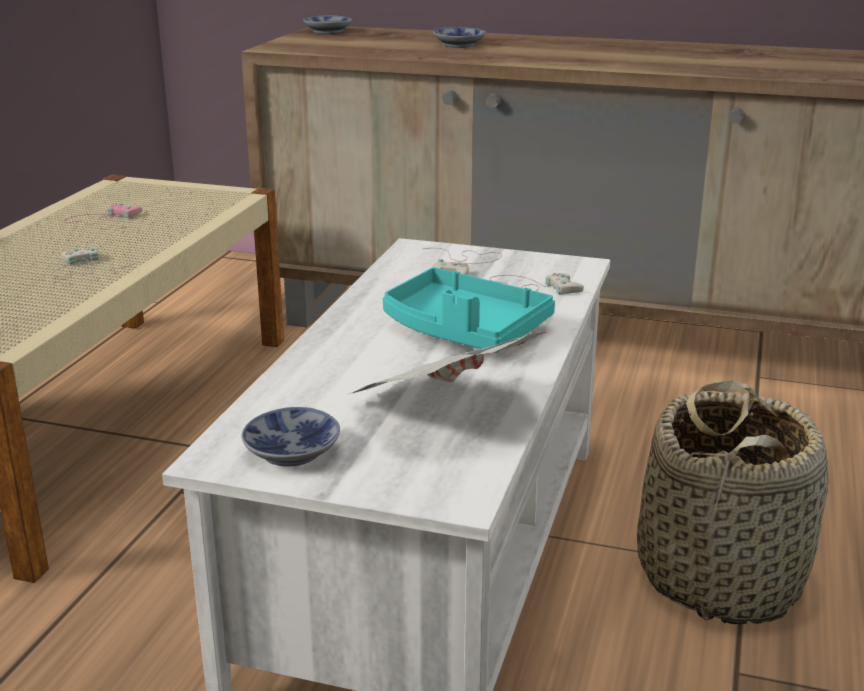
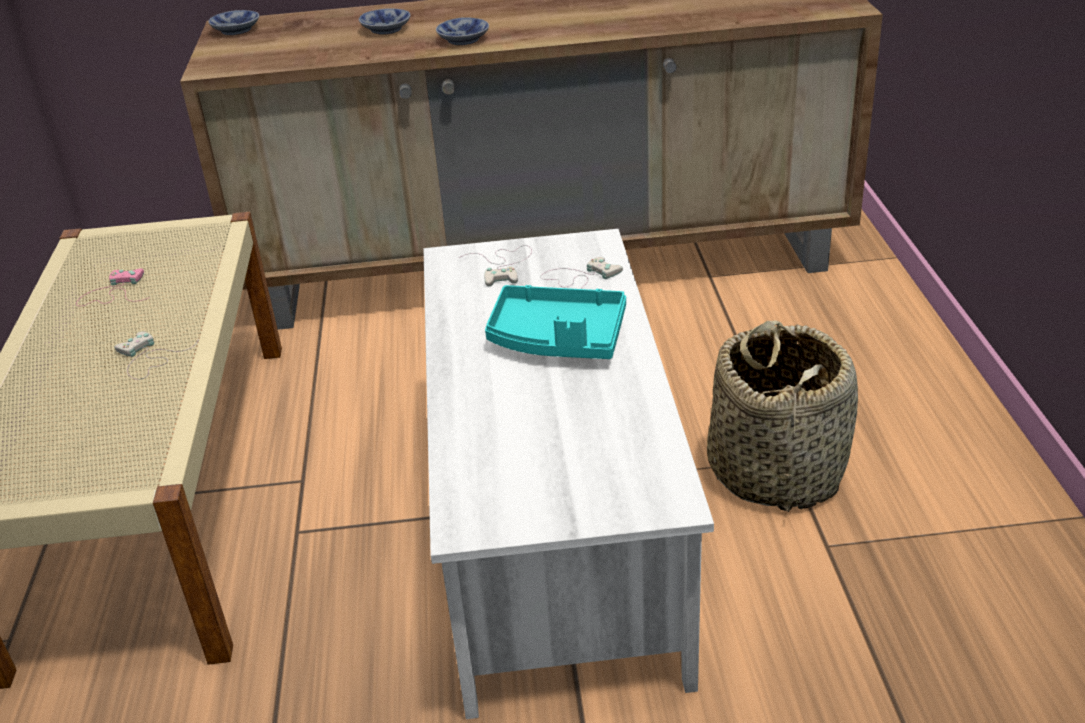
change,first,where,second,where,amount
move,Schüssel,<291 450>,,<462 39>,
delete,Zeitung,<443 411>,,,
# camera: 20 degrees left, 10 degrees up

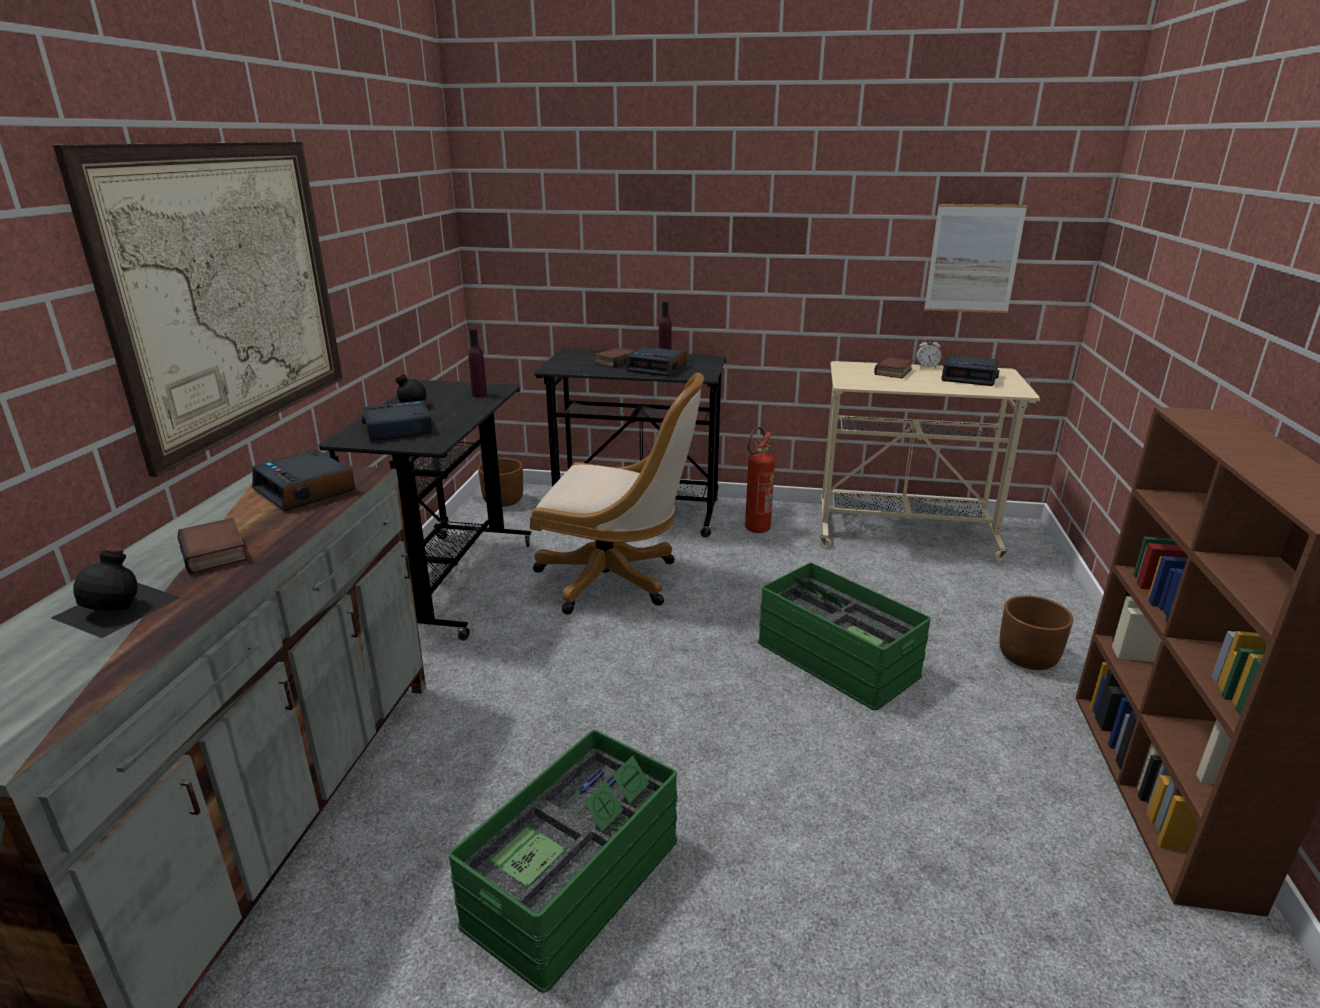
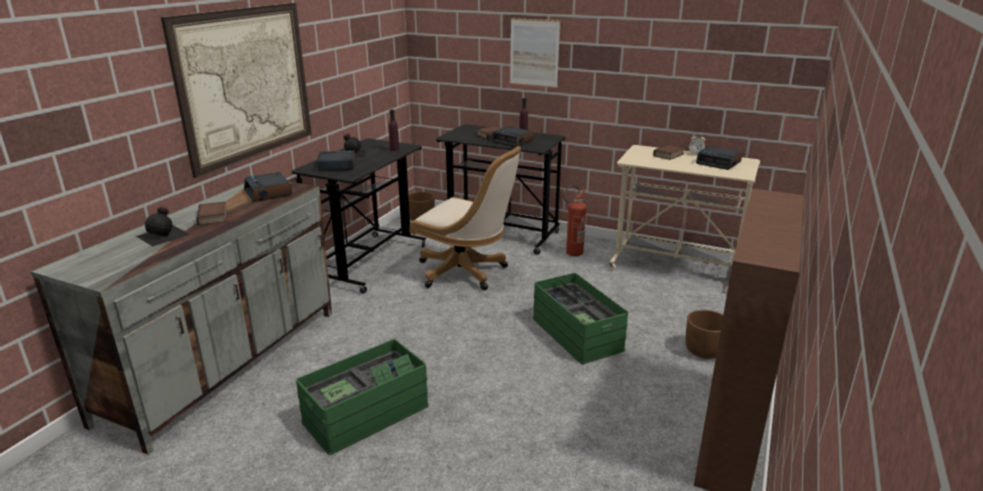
change,first,where,second,where,amount
move,Bild,<973 259>,,<534 53>,
# camera: 15 degrees right, 0 degrees up

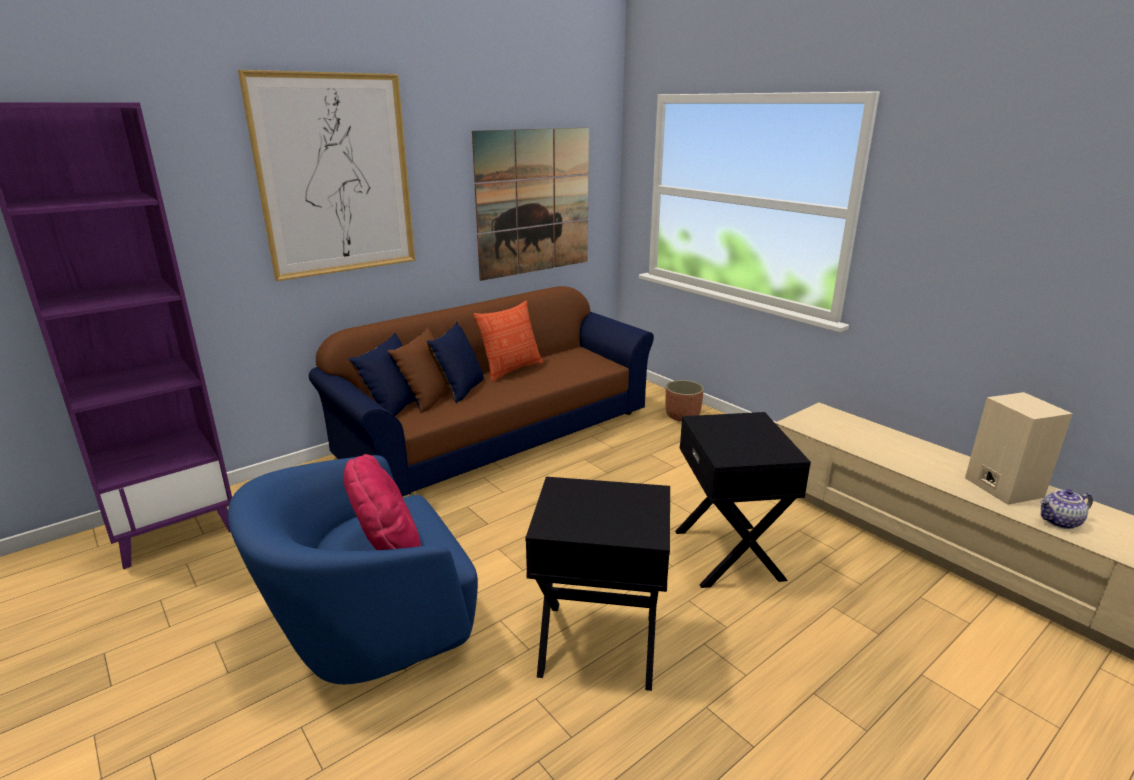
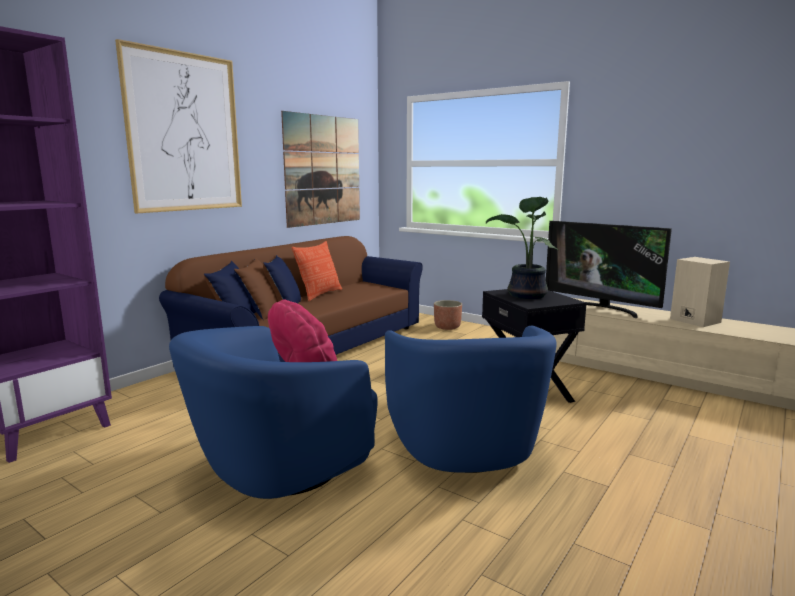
change,first,where,second,where,amount
replace,Beistelltisch [schwarz],<598 645>,Sessel [blau],<466 451>,
insert,,,Topfpflanze,<525 295>,
insert,,,Fernseher,<601 308>,
delete,Teekanne,<1060 522>,,,
# camera: 15 degrees left, 10 degrees down

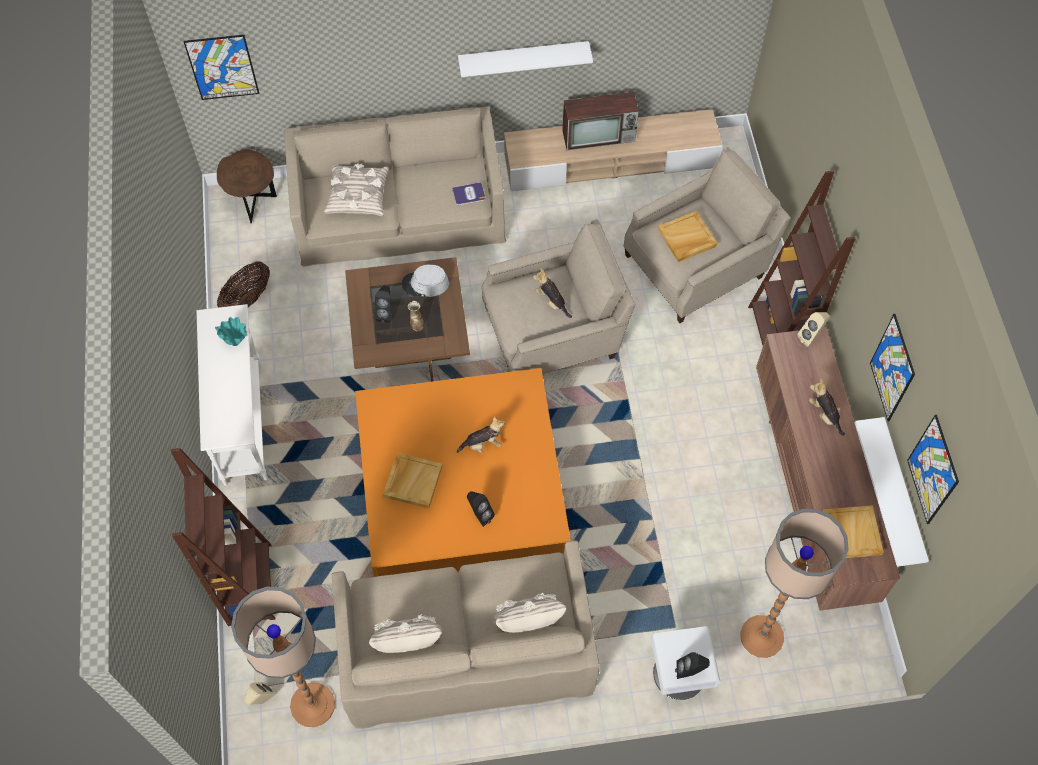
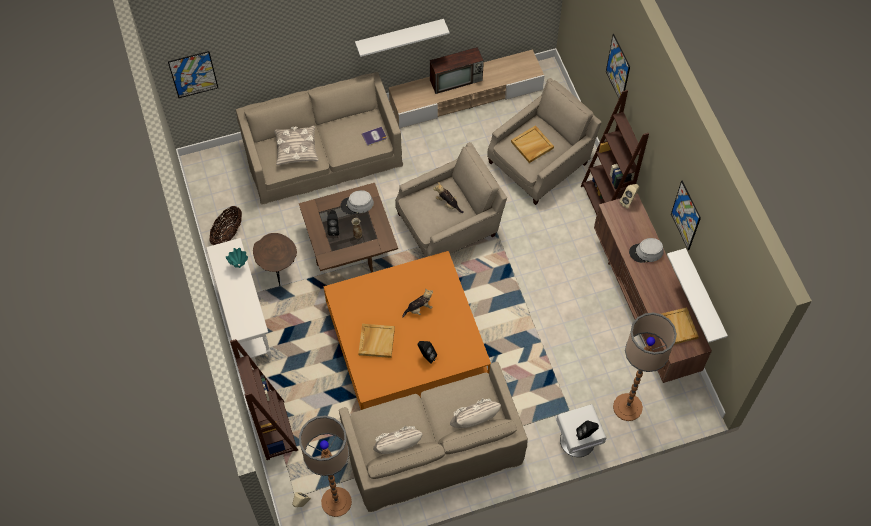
change,first,where,second,where,amount
move,Beistelltisch [braun],<254 206>,,<279 272>,
move,Bild,<932 470>,,<618 69>,
replace,Plüschtier,<824 414>,Hut [grau],<646 252>,
# camera: 10 degrees left, 0 degrees up

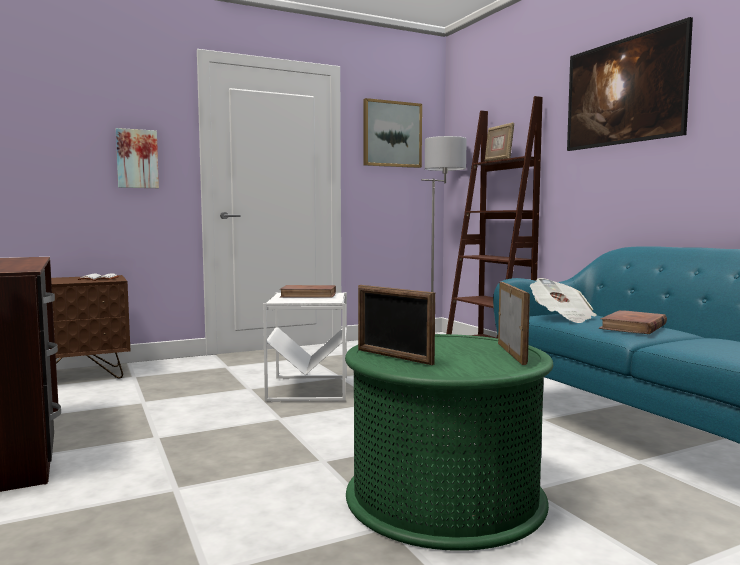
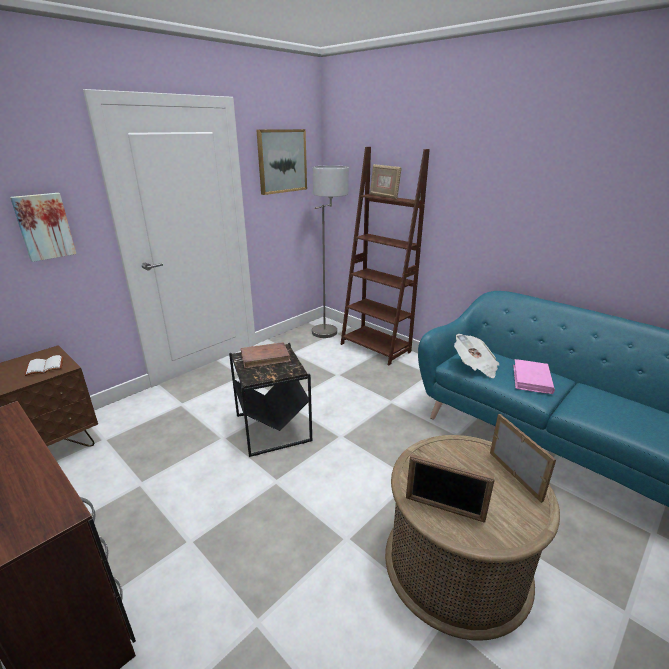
change,first,where,second,where,amount
recolor,Beistelltisch [weiß],<309 389>,Beistelltisch [schwarz],<273 427>,
recolor,Couchtisch [grün],<445 497>,Couchtisch [braun],<457 564>,
recolor,Buch [braun],<633 327>,Buch [rosa],<532 379>,
delete,Bild,<622 118>,,,
# camera: 20 degrees left, 20 degrees up

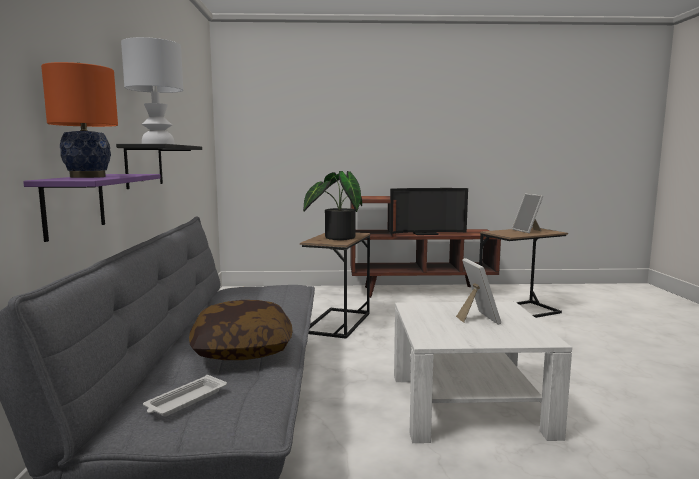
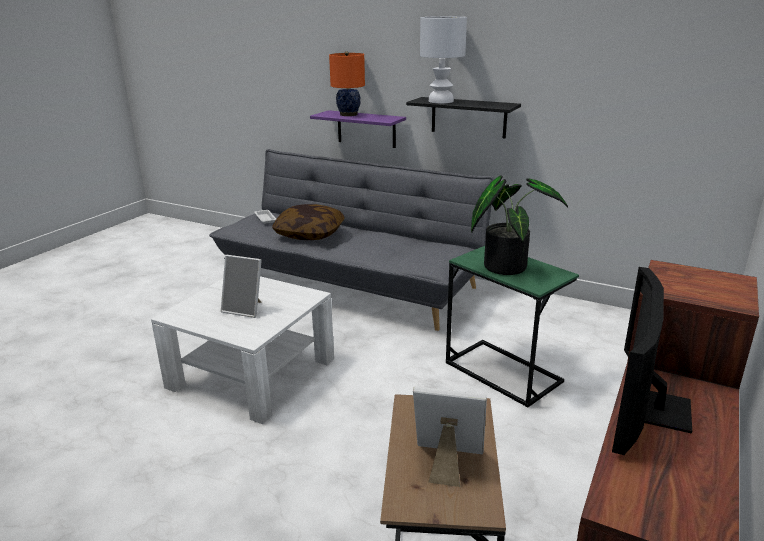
change,first,where,second,where,amount
recolor,Beistelltisch [braun],<337 323>,Beistelltisch [grün],<502 372>,
# camera: 120 degrees right, 15 degrees up

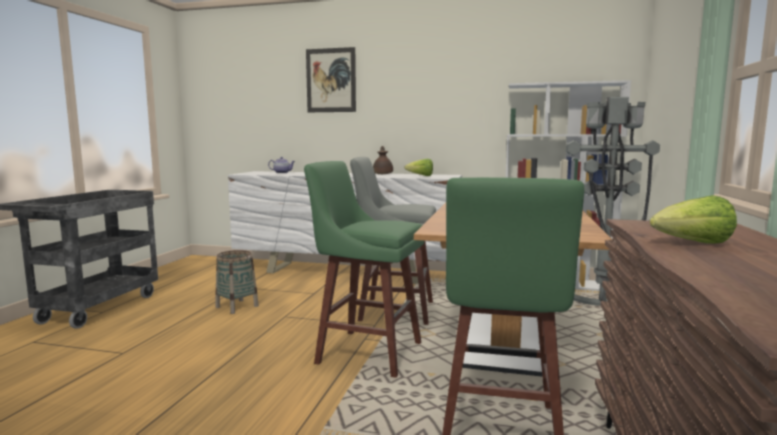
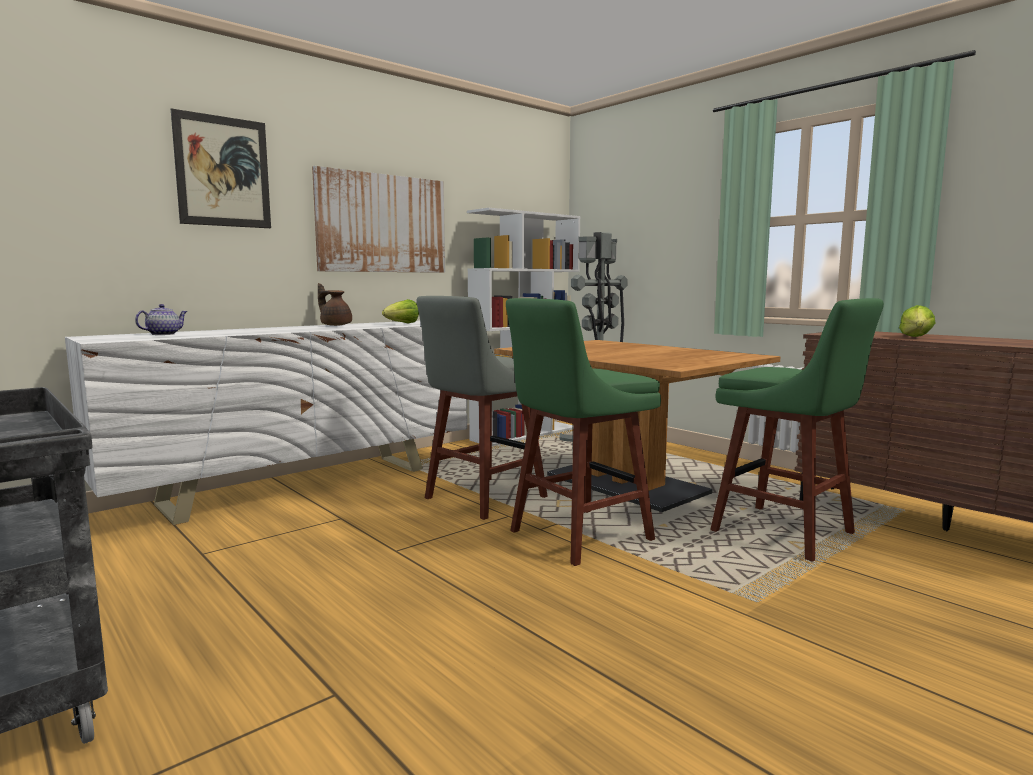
change,first,where,second,where,amount
insert,,,Bild,<382 223>,
delete,Korb,<237 306>,,,
# camera: 55 degrees left, 0 degrees up

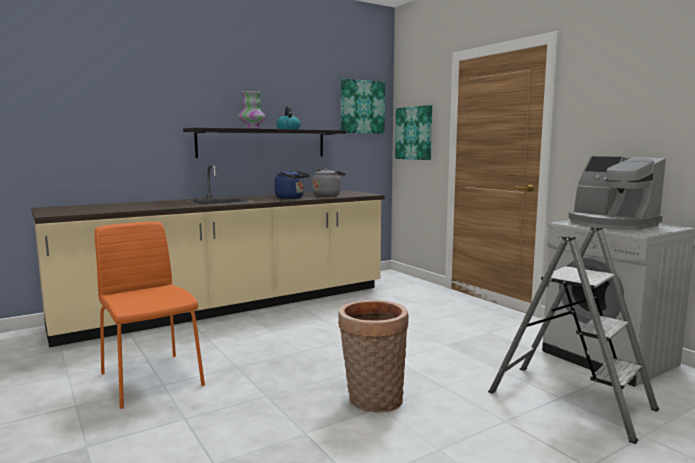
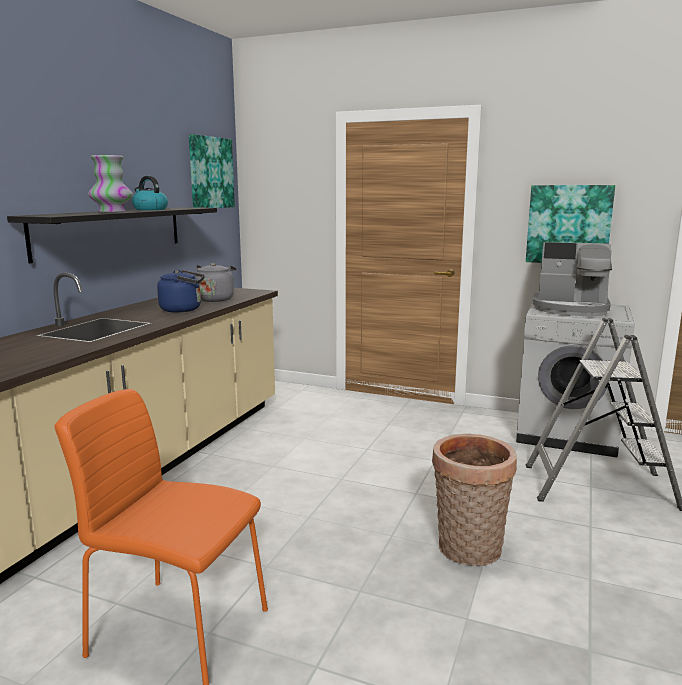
change,first,where,second,where,amount
move,Bild,<414 133>,,<568 224>,
# camera: 35 degrees left, 5 degrees up

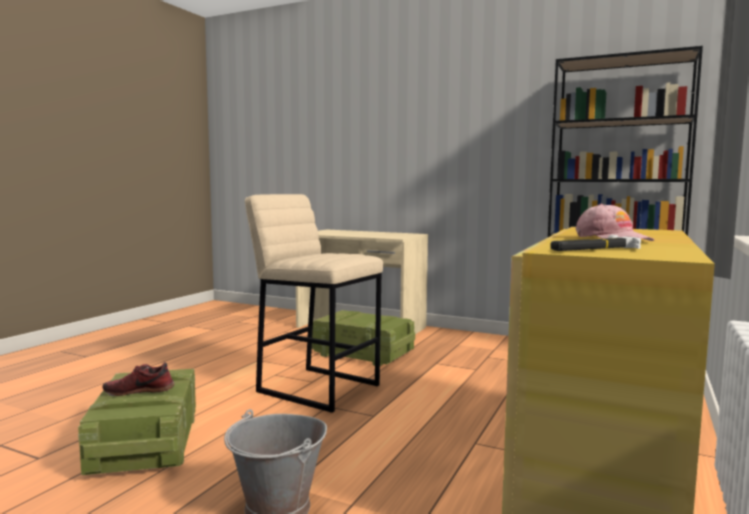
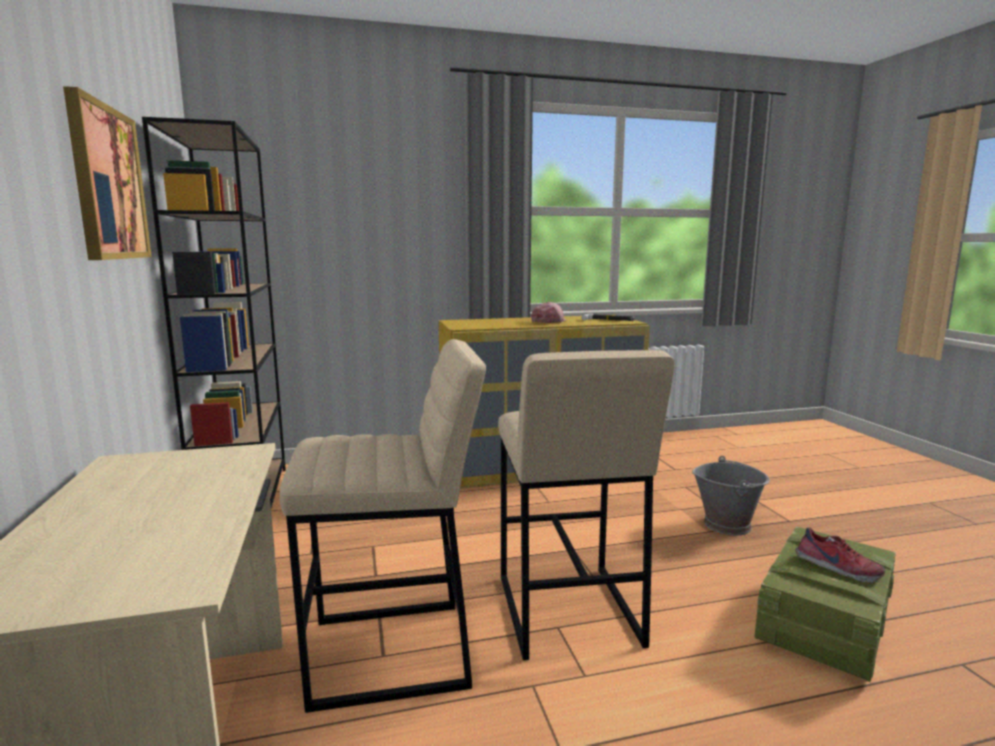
change,first,where,second,where,amount
insert,,,Bild,<107 183>,
replace,Kiste,<361 354>,Hocker [beige],<394 652>,
# camera: 130 degrees left, 5 degrees up

